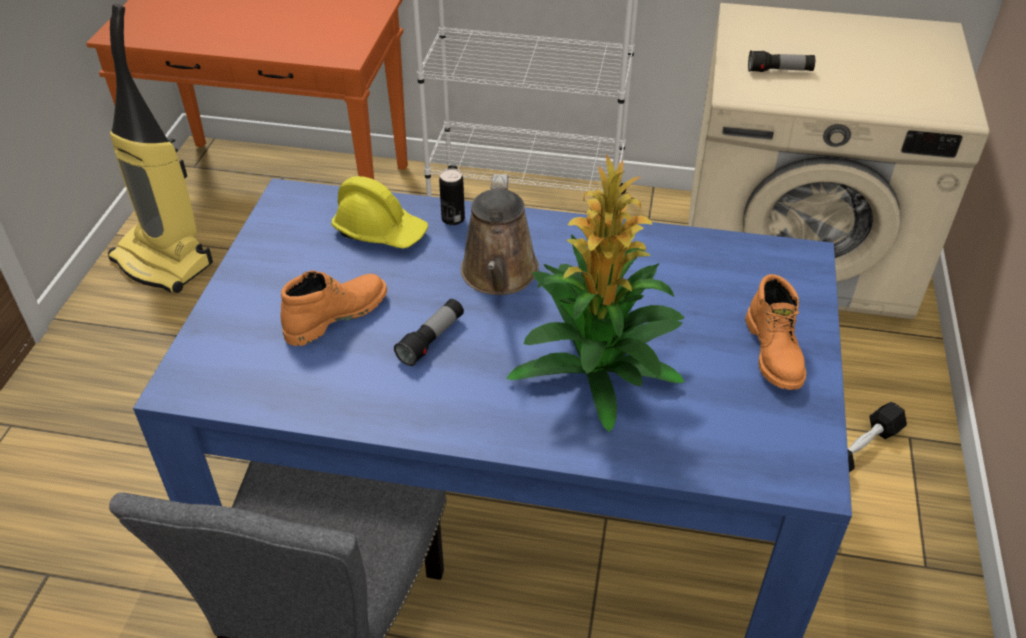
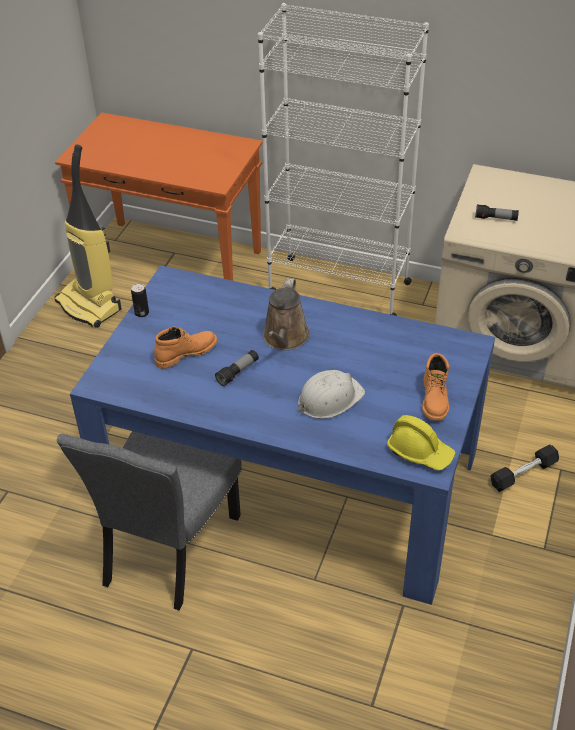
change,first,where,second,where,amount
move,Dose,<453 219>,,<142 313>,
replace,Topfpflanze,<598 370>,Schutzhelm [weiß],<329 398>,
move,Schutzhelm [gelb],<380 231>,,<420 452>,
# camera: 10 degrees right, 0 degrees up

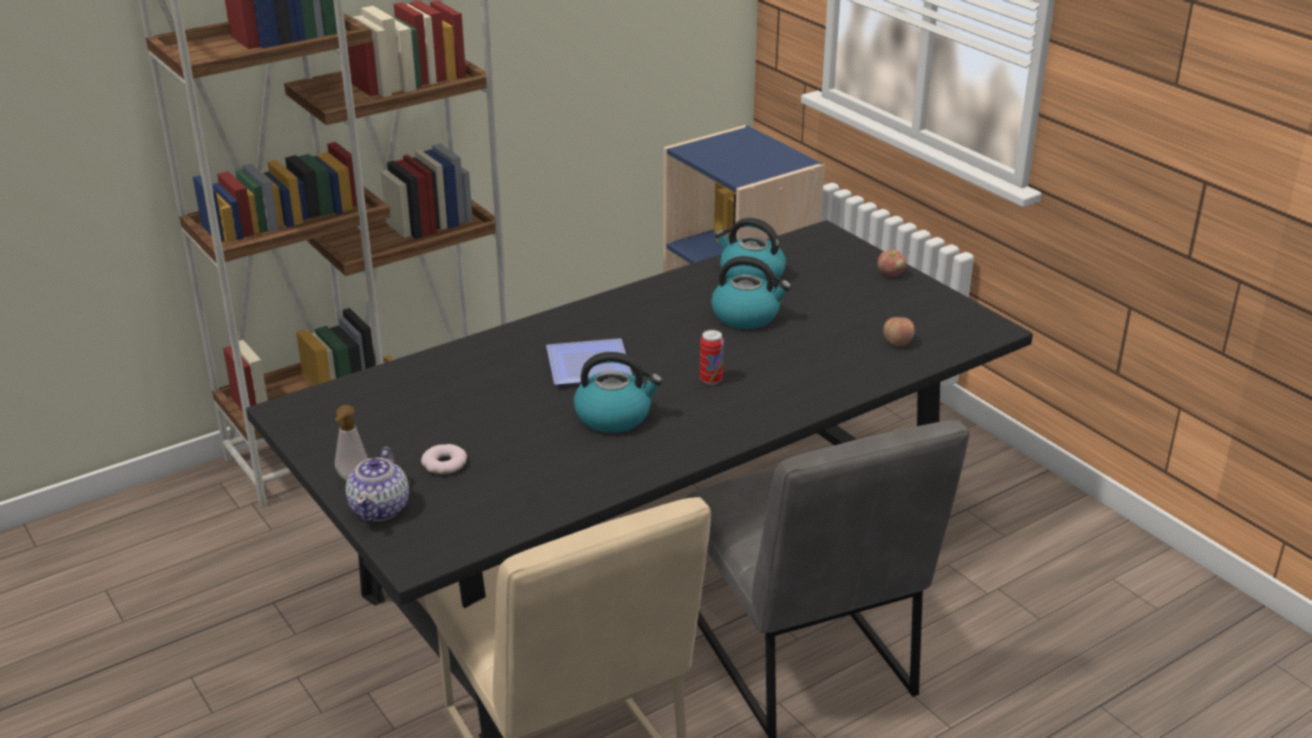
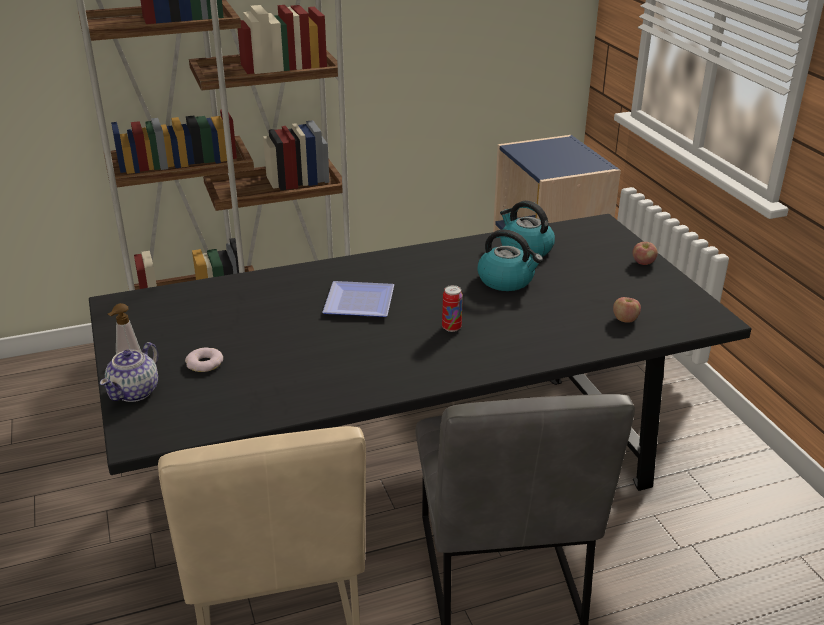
change,first,where,second,where,amount
delete,Wasserkessel,<614 416>,,,
# camera: 15 degrees right, 0 degrees up

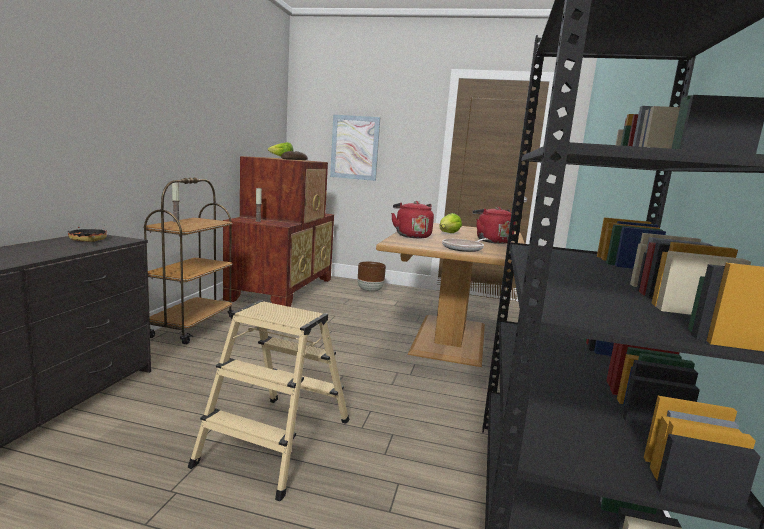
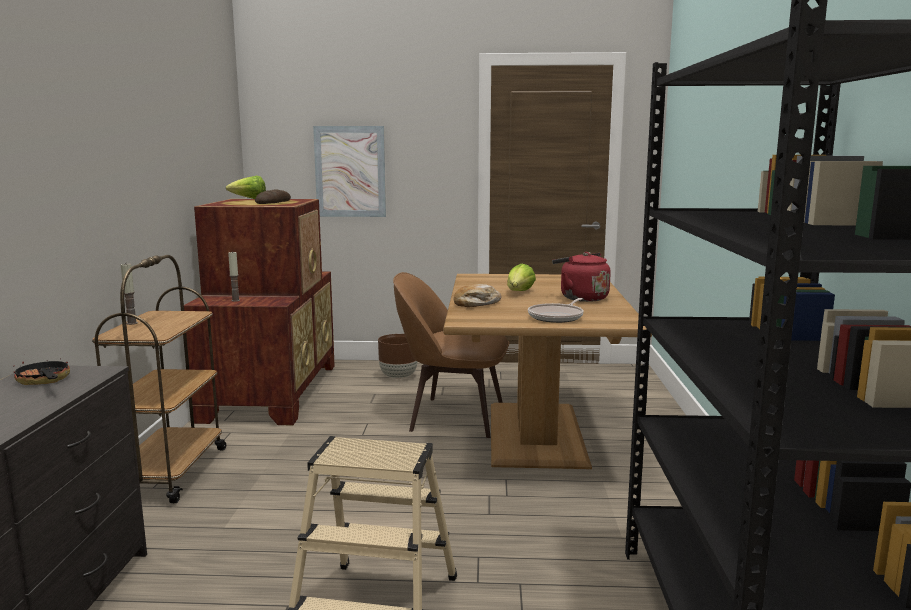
change,first,where,second,where,amount
insert,,,Stuhl [braun],<452 416>,
replace,Wasserkessel [rot],<411 236>,Brot,<476 304>,
# camera: 10 degrees left, 0 degrees up

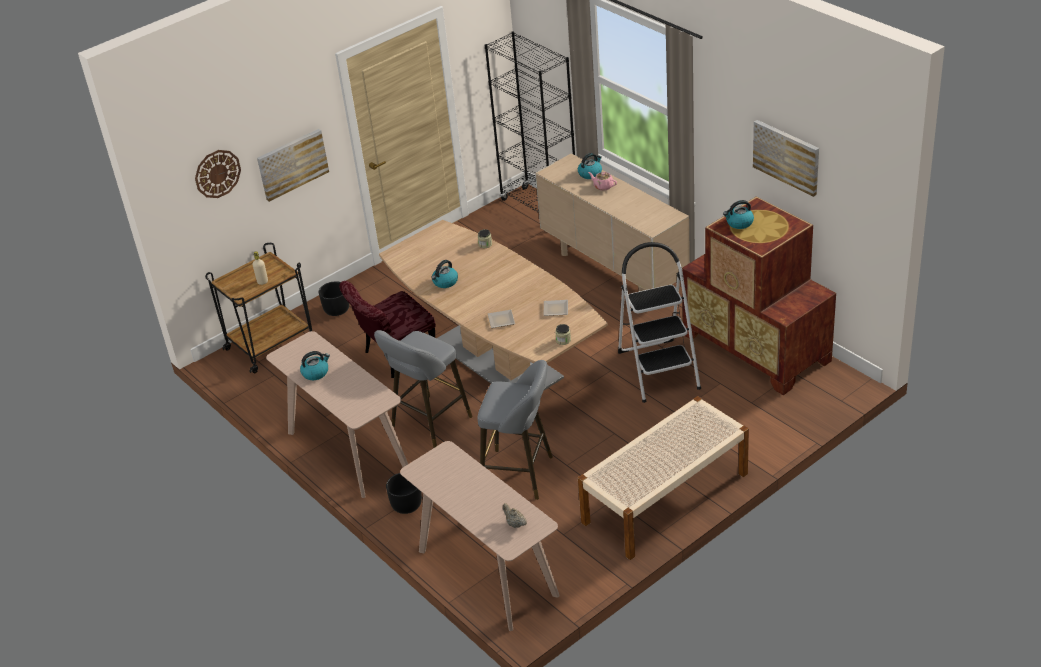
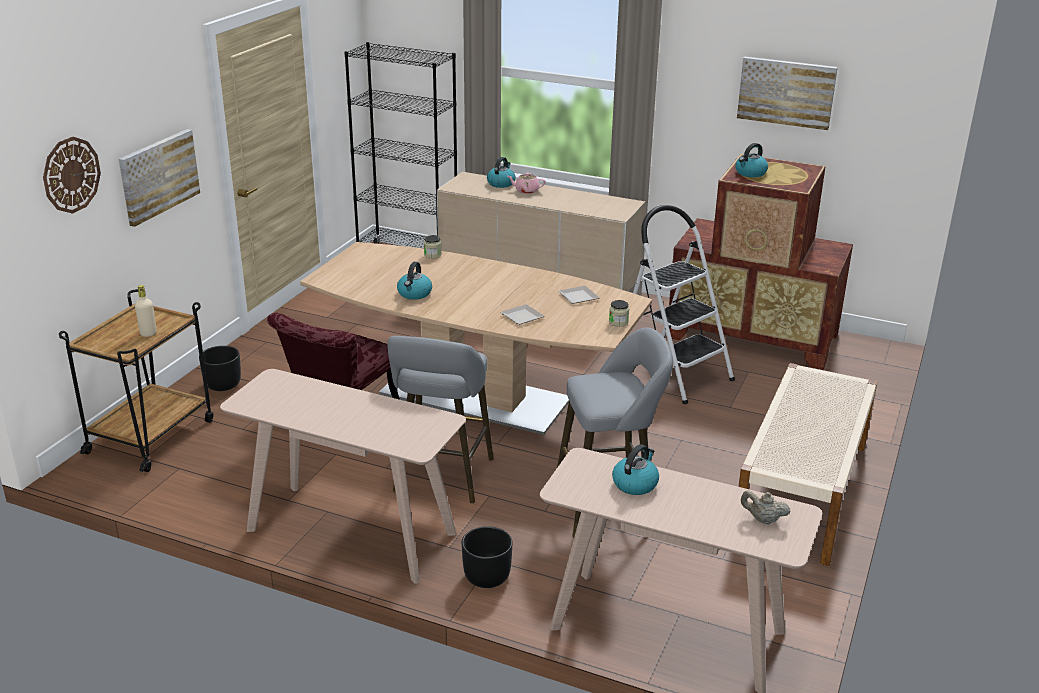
change,first,where,second,where,amount
move,Wasserkessel,<316 373>,,<635 483>,
# camera: 30 degrees left, 10 degrees down

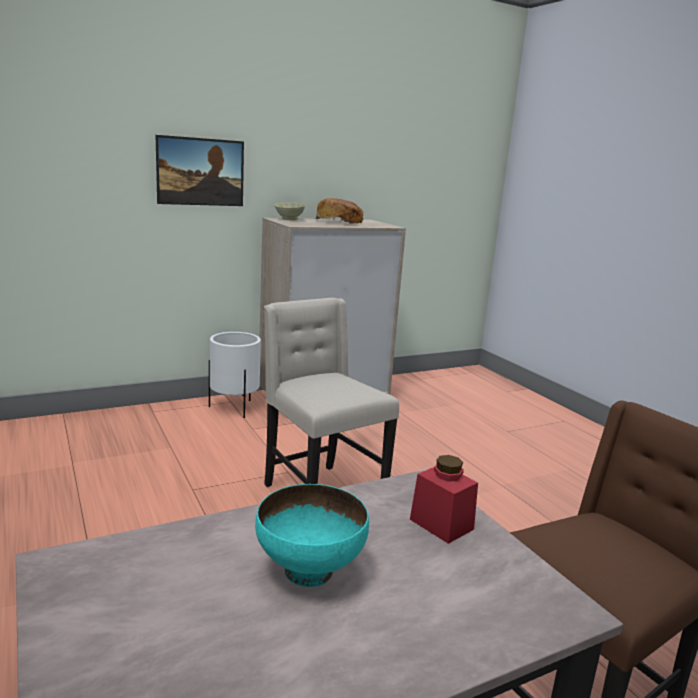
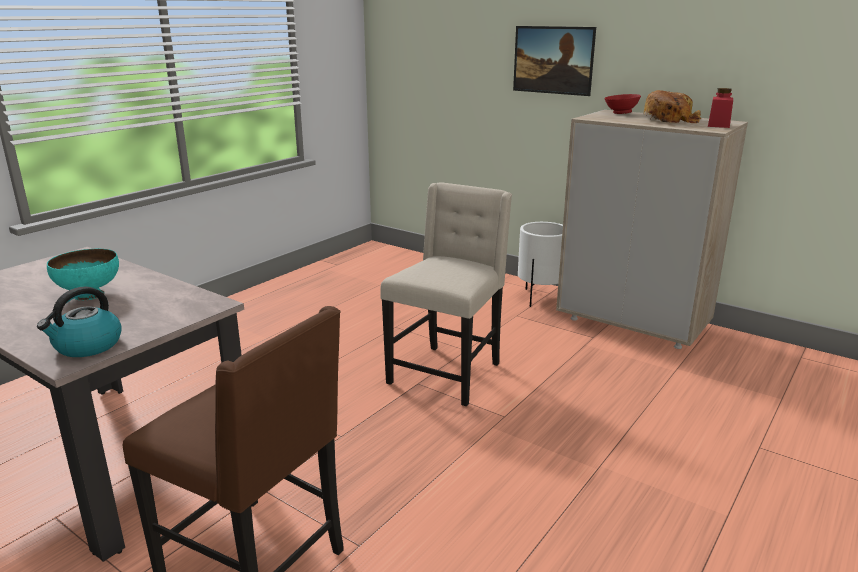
change,first,where,second,where,amount
insert,,,Wasserkessel,<87 346>,
recolor,Schüssel [beige],<289 219>,Schüssel [rot],<620 113>,
move,Vorratsglas [rot],<441 524>,,<718 125>,
# camera: 65 degrees right, 5 degrees up

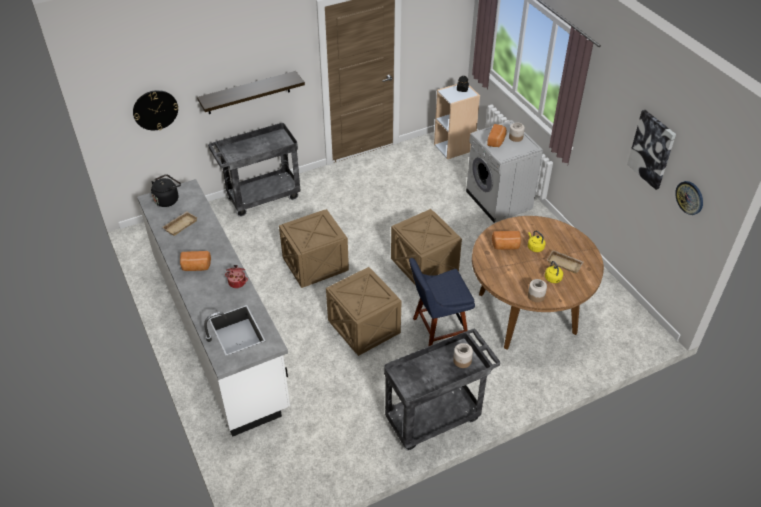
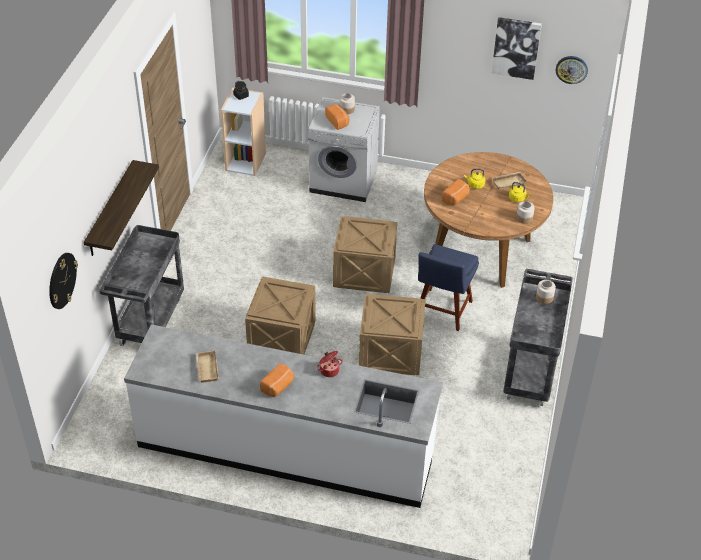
change,first,where,second,where,amount
delete,Wasserkessel [schwarz],<168 199>,,,
# camera: 50 degrees left, 0 degrees up

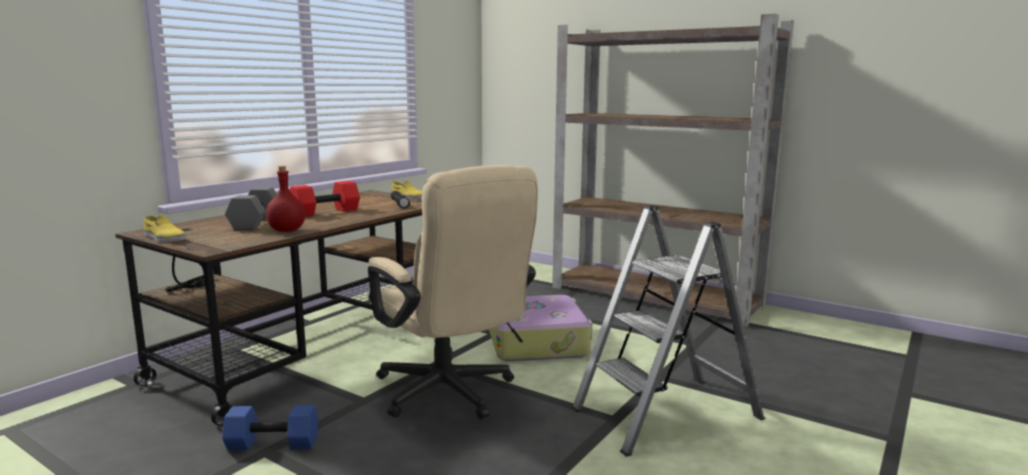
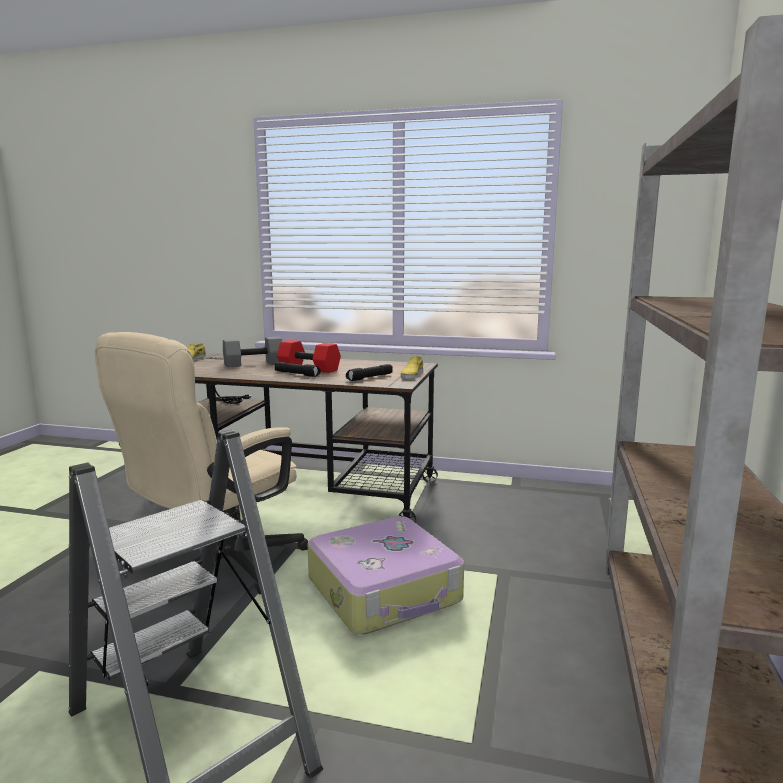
change,first,where,second,where,amount
insert,,,Taschenlampe [schwarz],<297 374>,
delete,Hantel [blau],<272 445>,,,
delete,Flasche [rot],<286 230>,,,
# camera: 70 degrees right, 0 degrees up

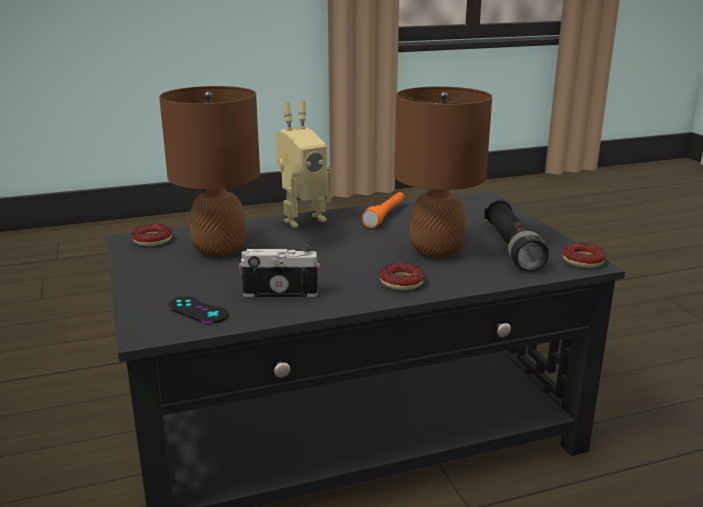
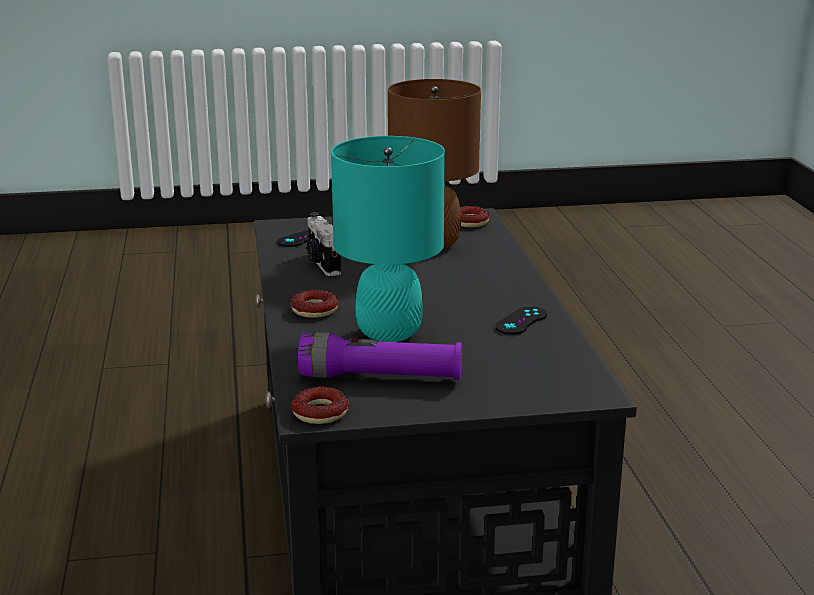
change,first,where,second,where,amount
recolor,Taschenlampe [schwarz],<512 248>,Taschenlampe [lila],<381 378>,
rotate,Kamera,<280 292>,,<322 264>,150 degrees clockwise
recolor,Tischlampe [braun],<435 252>,Tischlampe [türkis],<386 334>,
replace,Taschenlampe [orange],<385 216>,Gamepad [schwarz],<521 321>,
delete,Spielzeugroboter,<302 219>,,,
# camera: 100 degrees right, 0 degrees up

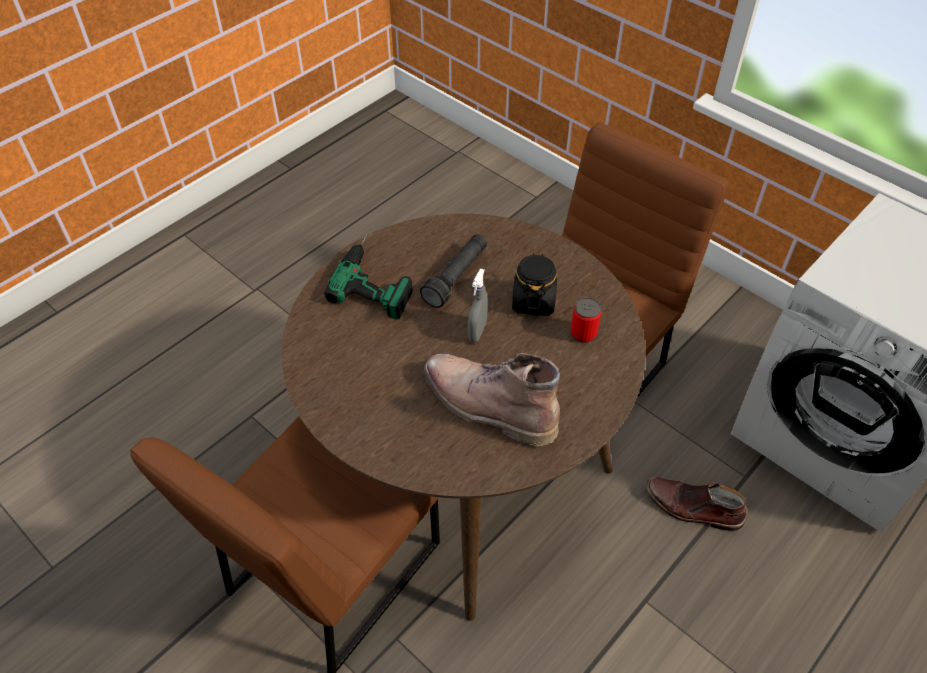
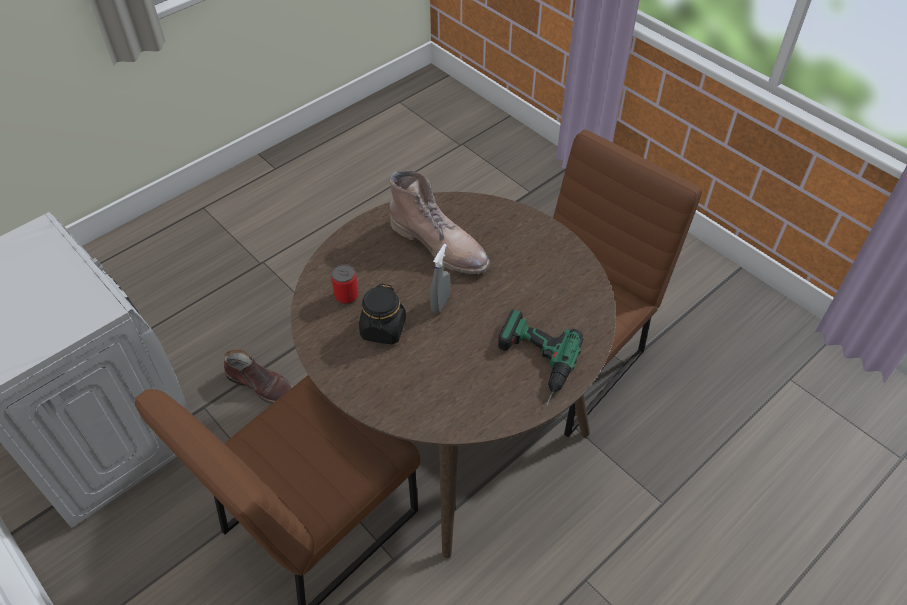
change,first,where,second,where,amount
delete,Taschenlampe [schwarz],<456 277>,,,
# camera: 175 degrees left, 0 degrees up

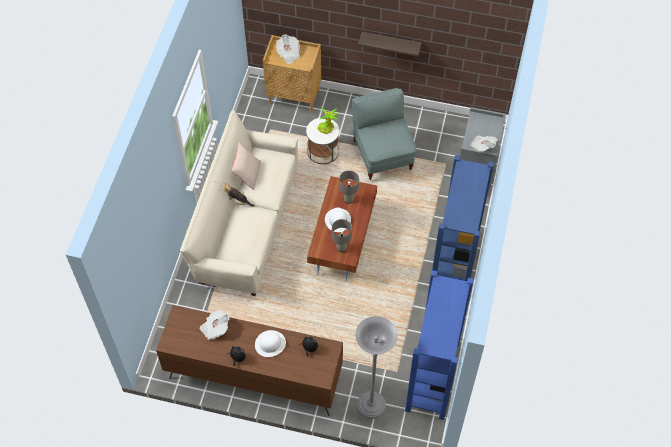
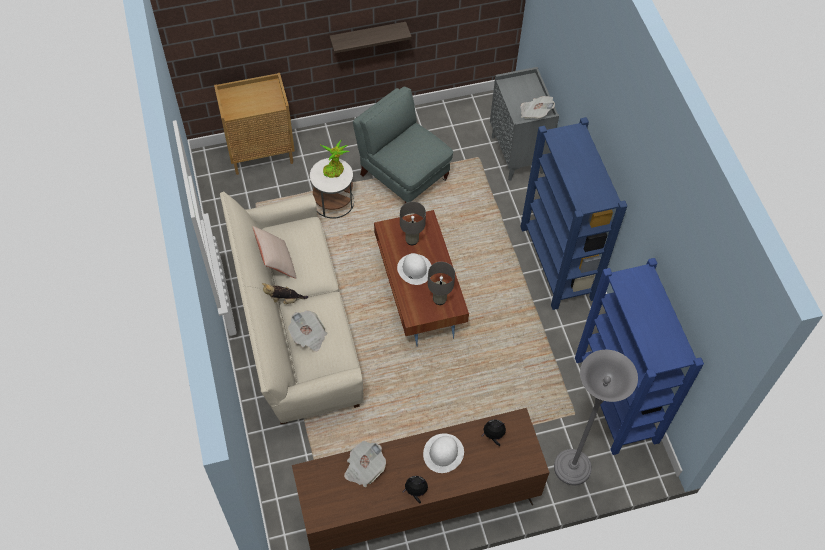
change,first,where,second,where,amount
move,Zeitung,<288 54>,,<308 336>,
# camera: 30 degrees left, 0 degrees up

